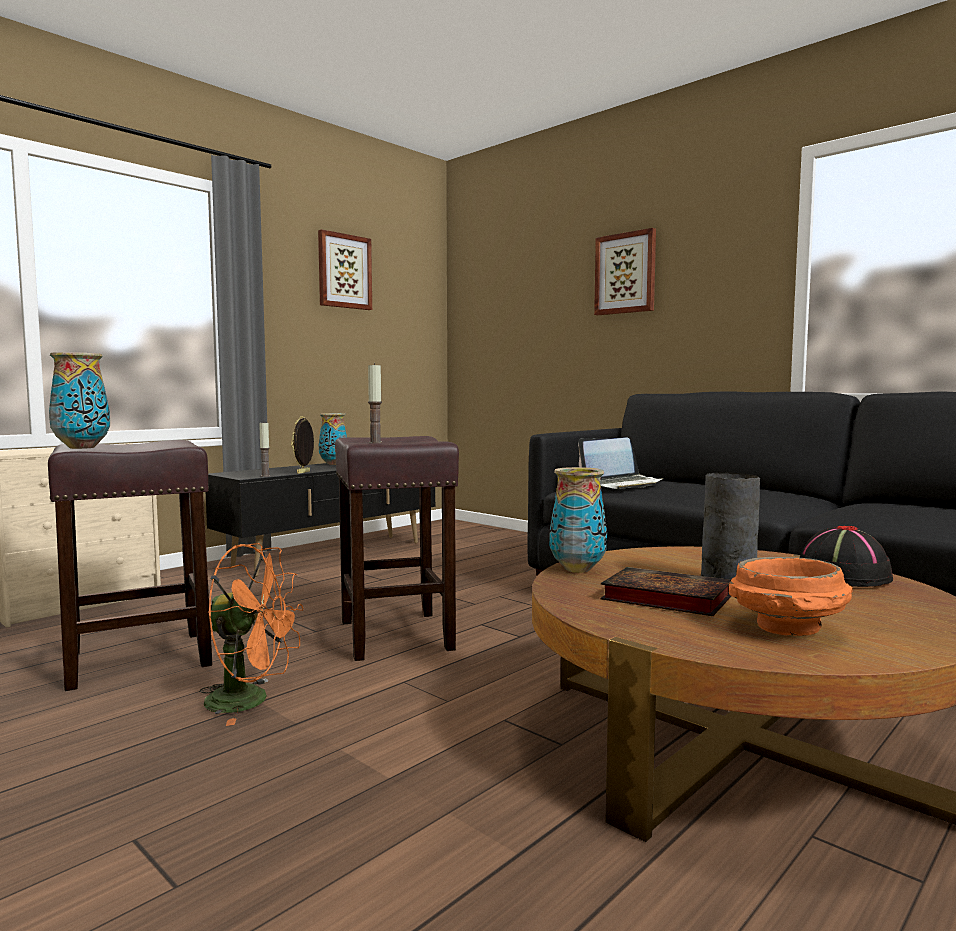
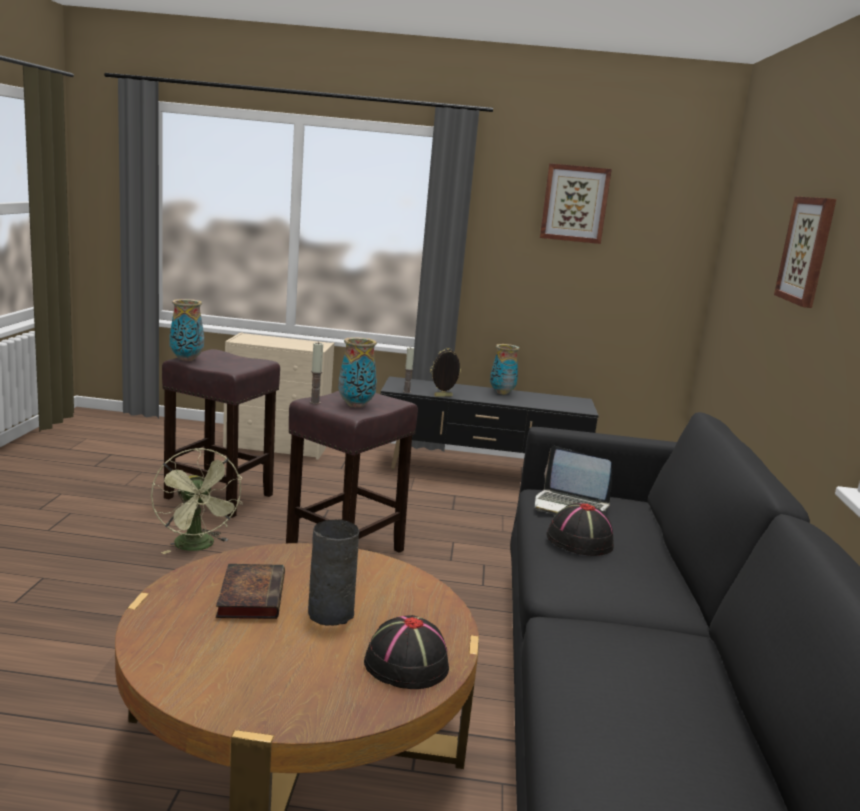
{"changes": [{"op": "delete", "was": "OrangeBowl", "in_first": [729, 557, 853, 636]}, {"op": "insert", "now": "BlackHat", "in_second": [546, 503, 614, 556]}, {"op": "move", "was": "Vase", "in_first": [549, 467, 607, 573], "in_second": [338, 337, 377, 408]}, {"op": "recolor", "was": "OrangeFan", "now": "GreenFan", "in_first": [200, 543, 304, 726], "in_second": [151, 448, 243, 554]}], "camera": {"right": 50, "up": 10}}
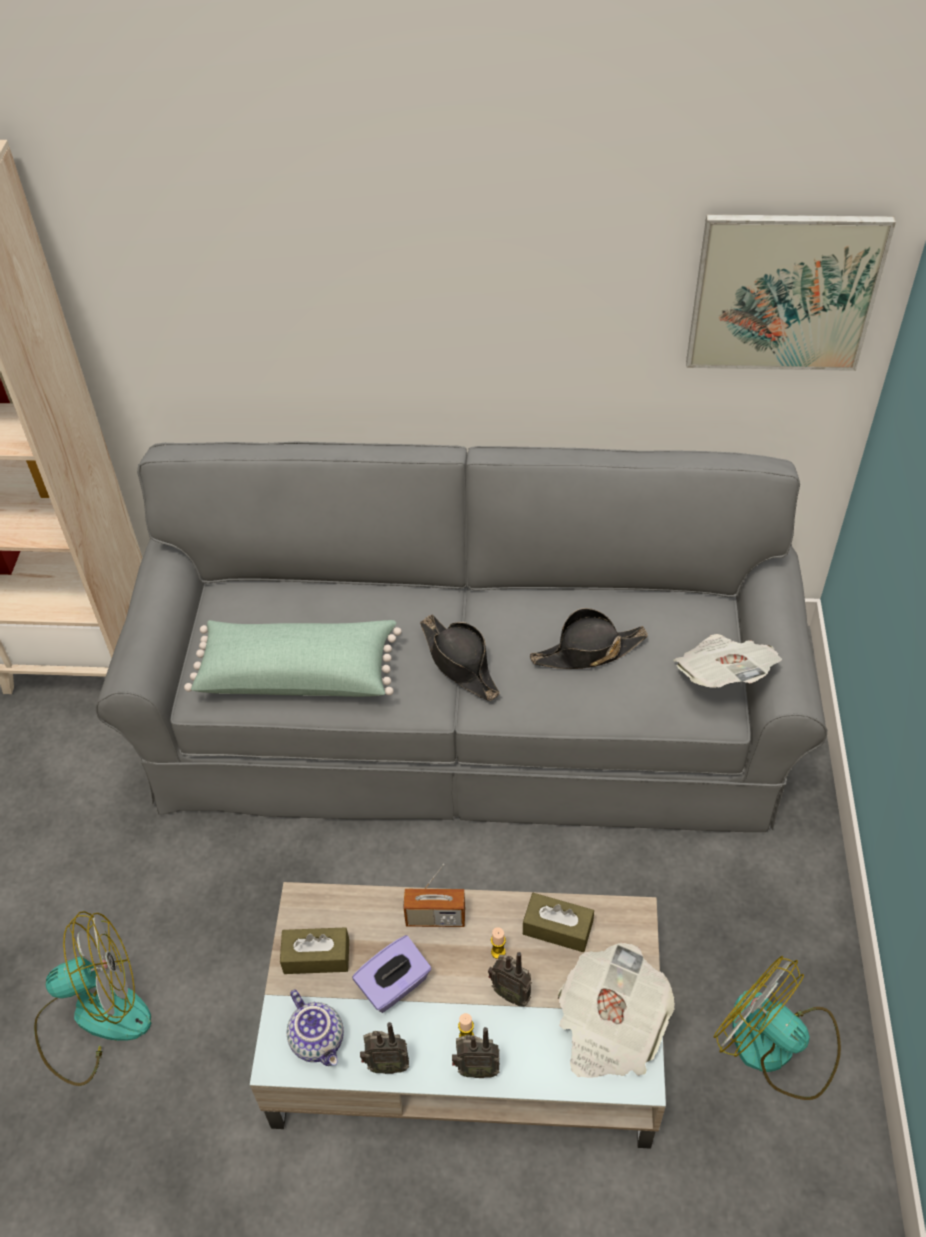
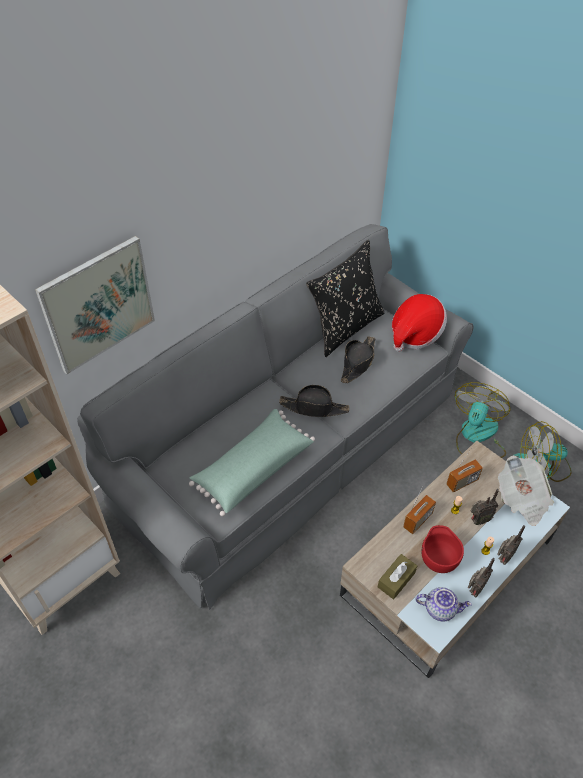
{"changes": [{"op": "insert", "now": "BlackPillow", "in_second": [306, 240, 384, 357]}, {"op": "move", "was": "Fan", "in_first": [34, 911, 151, 1086], "in_second": [455, 382, 511, 458]}, {"op": "move", "was": "Picture", "in_first": [686, 215, 896, 371], "in_second": [35, 236, 155, 374]}, {"op": "replace", "was": "PurpleTissueBox", "now": "RedBowl", "in_first": [352, 935, 432, 1013], "in_second": [421, 525, 464, 573]}, {"op": "replace", "was": "BrownTissueBox", "now": "Radio", "in_first": [523, 893, 594, 952], "in_second": [446, 448, 483, 493]}, {"op": "replace", "was": "Newspaper", "now": "Hat", "in_first": [673, 634, 782, 688], "in_second": [392, 294, 447, 351]}], "camera": {"right": -50, "up": 0}}
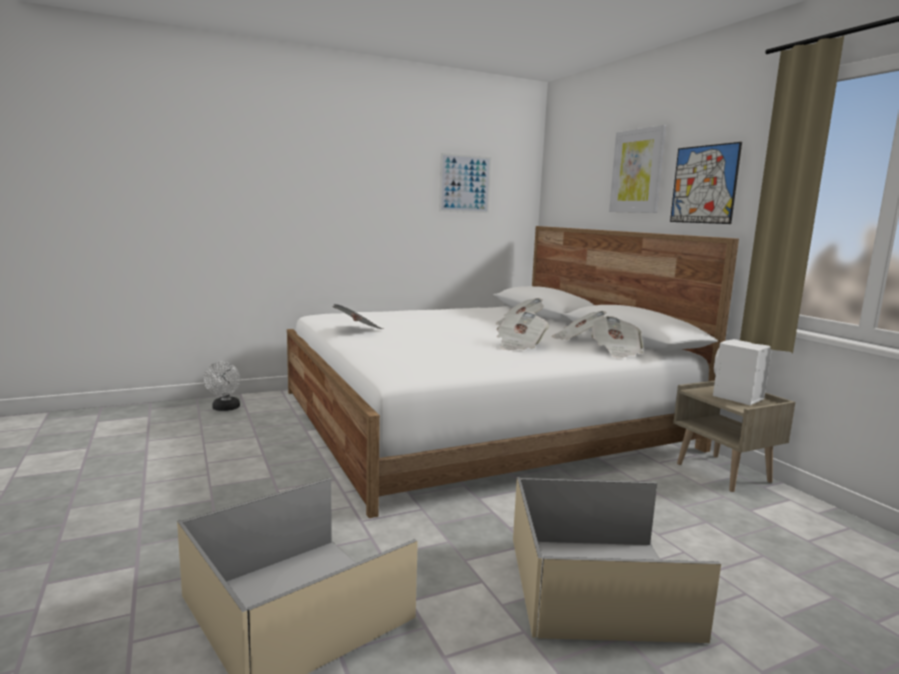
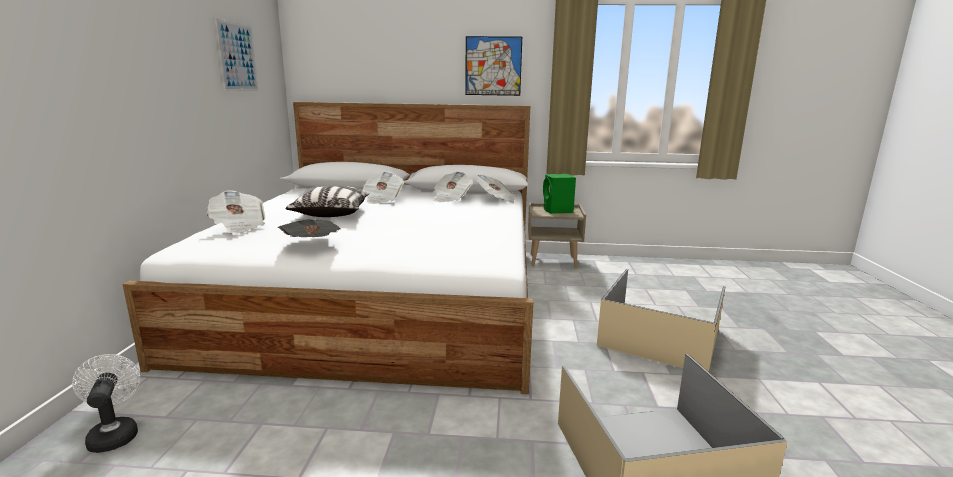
{"changes": [{"op": "delete", "was": "Picture", "in_first": [609, 125, 667, 213]}, {"op": "insert", "now": "Pillow", "in_second": [285, 186, 370, 217]}, {"op": "move", "was": "Newspaper", "in_first": [497, 311, 549, 350], "in_second": [207, 190, 265, 234]}, {"op": "recolor", "was": "WhiteSpeaker", "now": "GreenSpeaker", "in_first": [713, 339, 772, 405], "in_second": [543, 174, 576, 214]}, {"op": "rotate", "was": "WhiteFan", "in_first": [203, 362, 240, 411], "in_second": [72, 354, 140, 453], "clockwise": -135}], "camera": {"right": -60, "up": 5}}
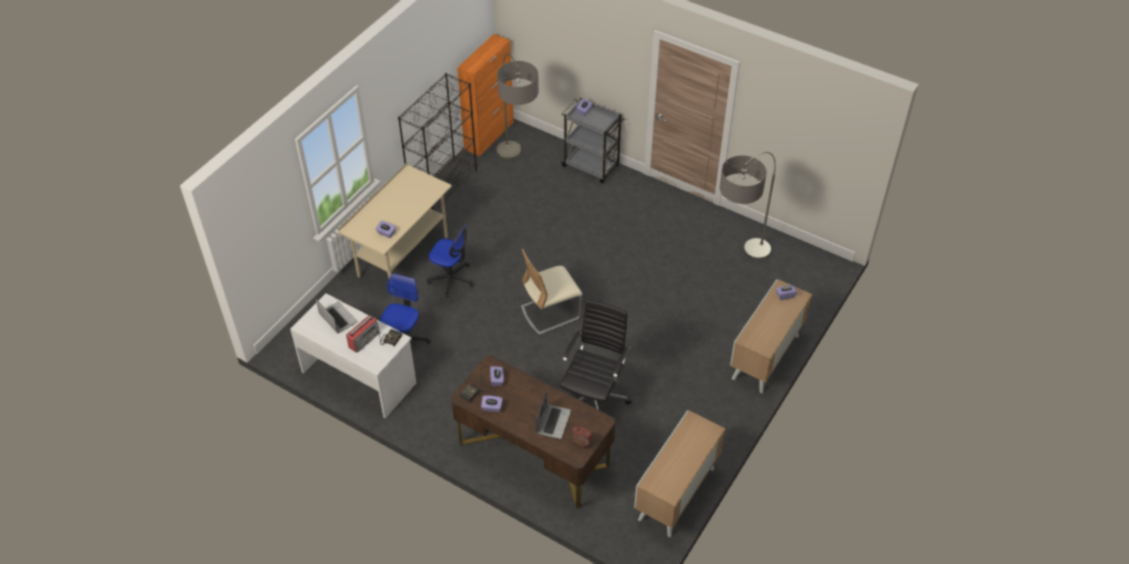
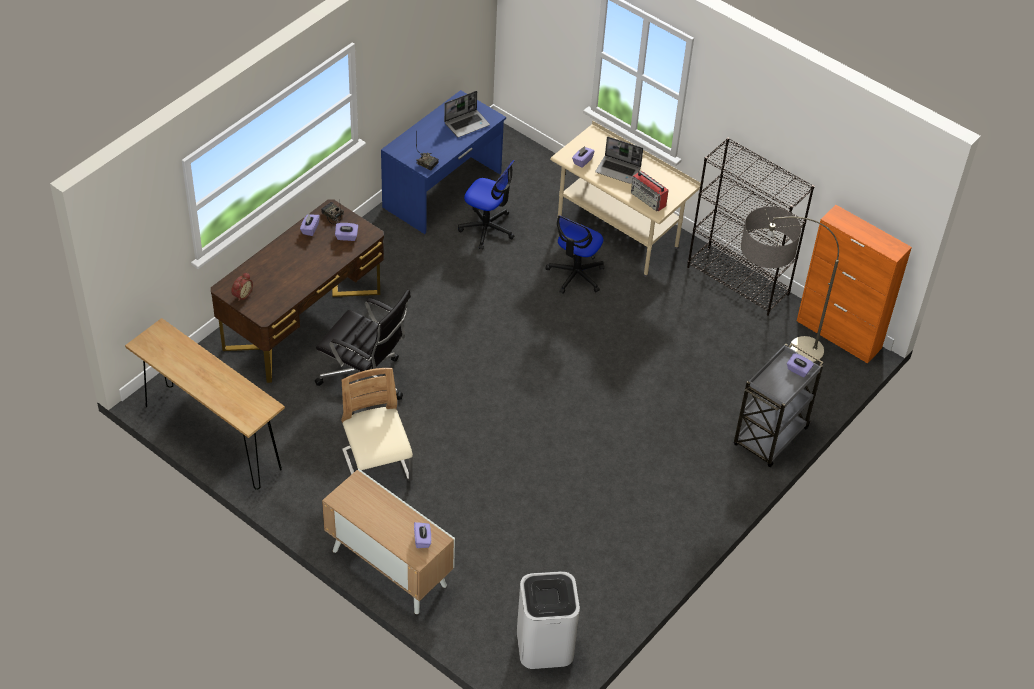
{"changes": [{"op": "delete", "was": "FloorLamp", "in_first": [720, 152, 776, 260]}, {"op": "insert", "now": "WhiteTrashCan", "in_second": [517, 571, 580, 669]}, {"op": "move", "was": "Radio", "in_first": [346, 315, 379, 352], "in_second": [631, 171, 669, 211]}, {"op": "move", "was": "BeigeChair", "in_first": [521, 249, 583, 335], "in_second": [341, 368, 413, 481]}, {"op": "move", "was": "Laptop", "in_first": [536, 390, 571, 439], "in_second": [595, 136, 643, 184]}, {"op": "replace", "was": "Cabinet", "now": "BrownConsoleTable", "in_first": [634, 410, 726, 537], "in_second": [125, 318, 285, 490]}, {"op": "recolor", "was": "WhiteDesk", "now": "BlueDesk", "in_first": [290, 293, 416, 419], "in_second": [381, 90, 506, 234]}], "camera": {"right": 95, "up": 0}}
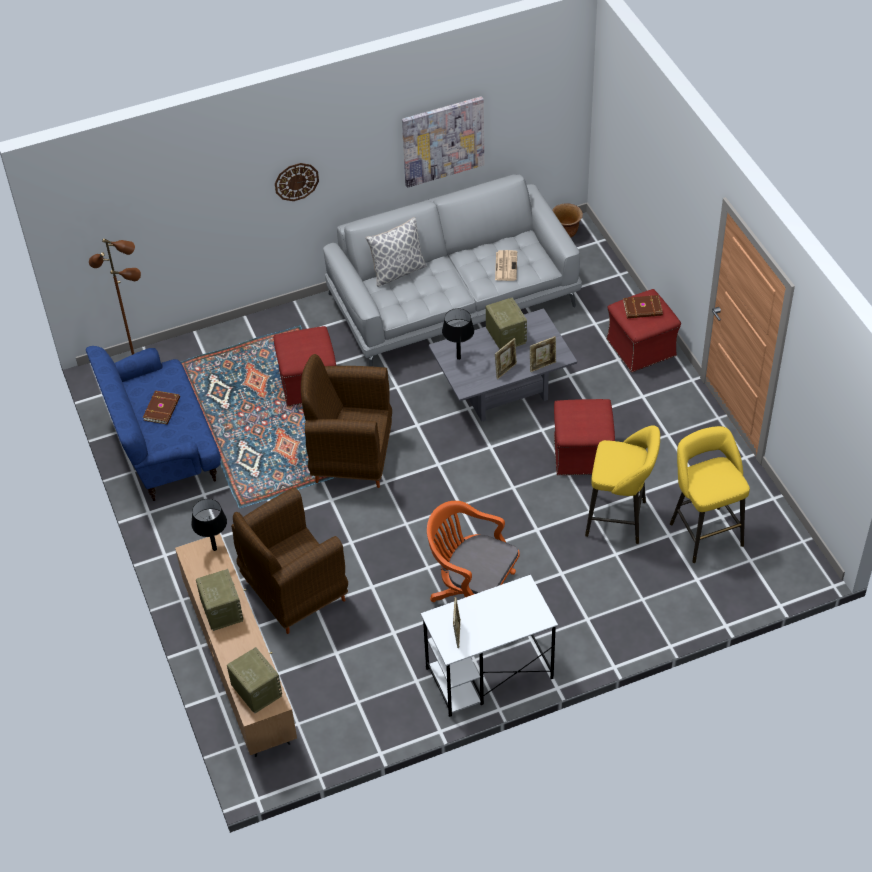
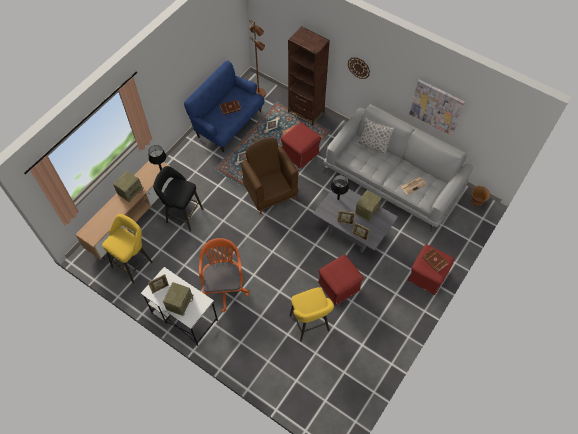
{"changes": [{"op": "insert", "now": "BrownBookcase", "in_second": [288, 26, 330, 125]}, {"op": "move", "was": "Radio", "in_first": [227, 647, 282, 713], "in_second": [163, 282, 193, 316]}, {"op": "move", "was": "YellowStool", "in_first": [670, 426, 750, 563], "in_second": [102, 214, 153, 283]}, {"op": "replace", "was": "BrownArmchair", "now": "BlackStool", "in_first": [231, 487, 348, 634], "in_second": [153, 166, 203, 232]}], "camera": {"right": 55, "up": 10}}
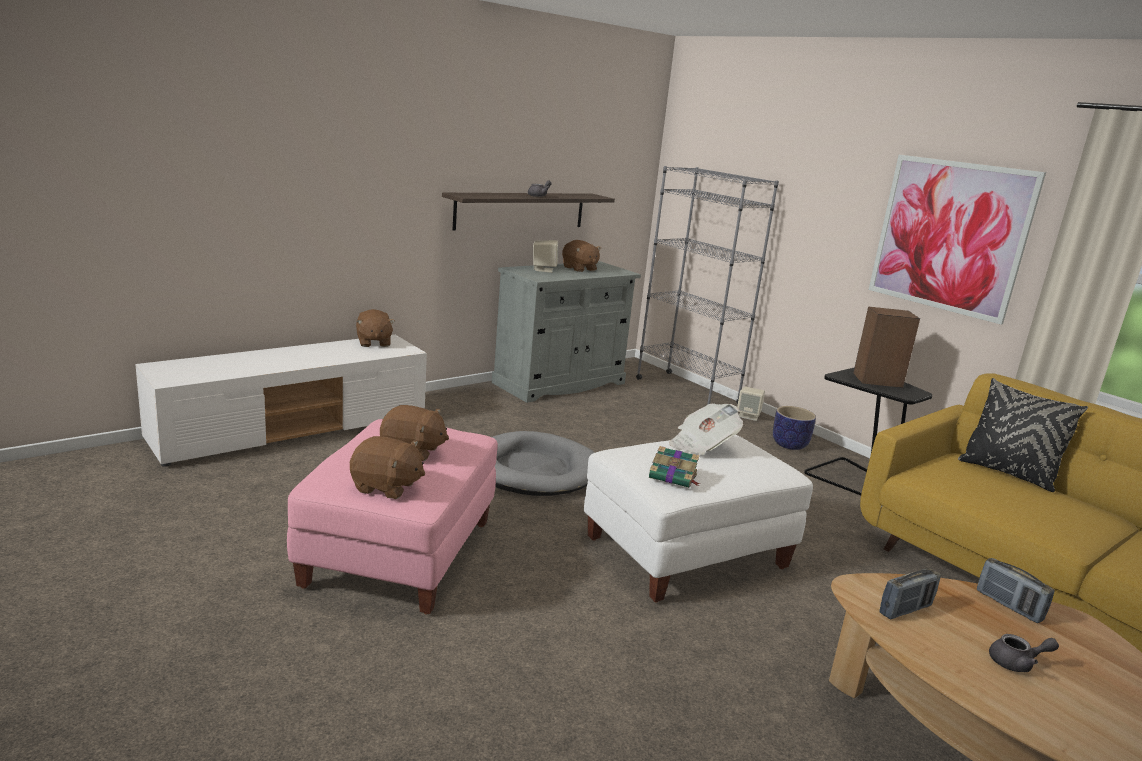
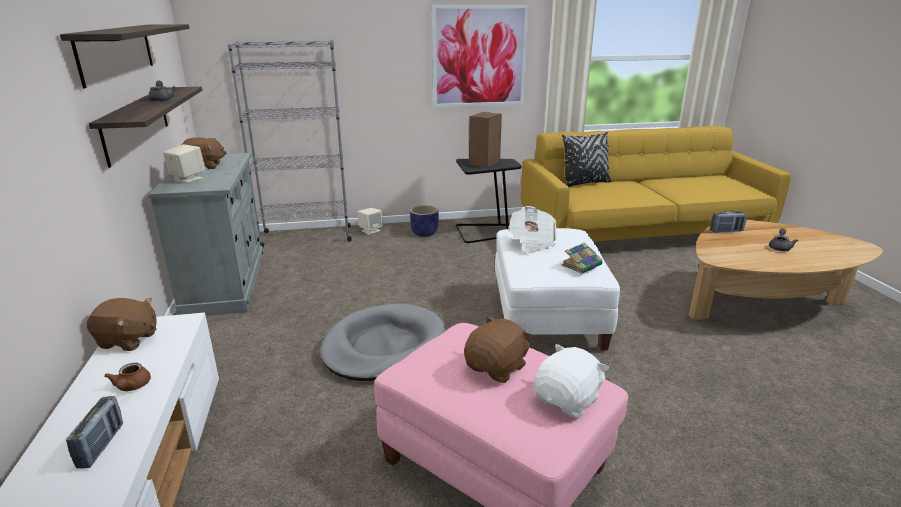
{"changes": [{"op": "insert", "now": "Shelf", "in_second": [60, 24, 190, 88]}, {"op": "insert", "now": "BrownTeapot", "in_second": [104, 363, 151, 391]}, {"op": "move", "was": "Radio", "in_first": [880, 568, 941, 619], "in_second": [66, 396, 123, 469]}, {"op": "recolor", "was": "BrownPlushToy", "now": "WhitePlushToy", "in_first": [350, 436, 425, 499], "in_second": [534, 344, 609, 418]}], "camera": {"right": -60, "up": 5}}
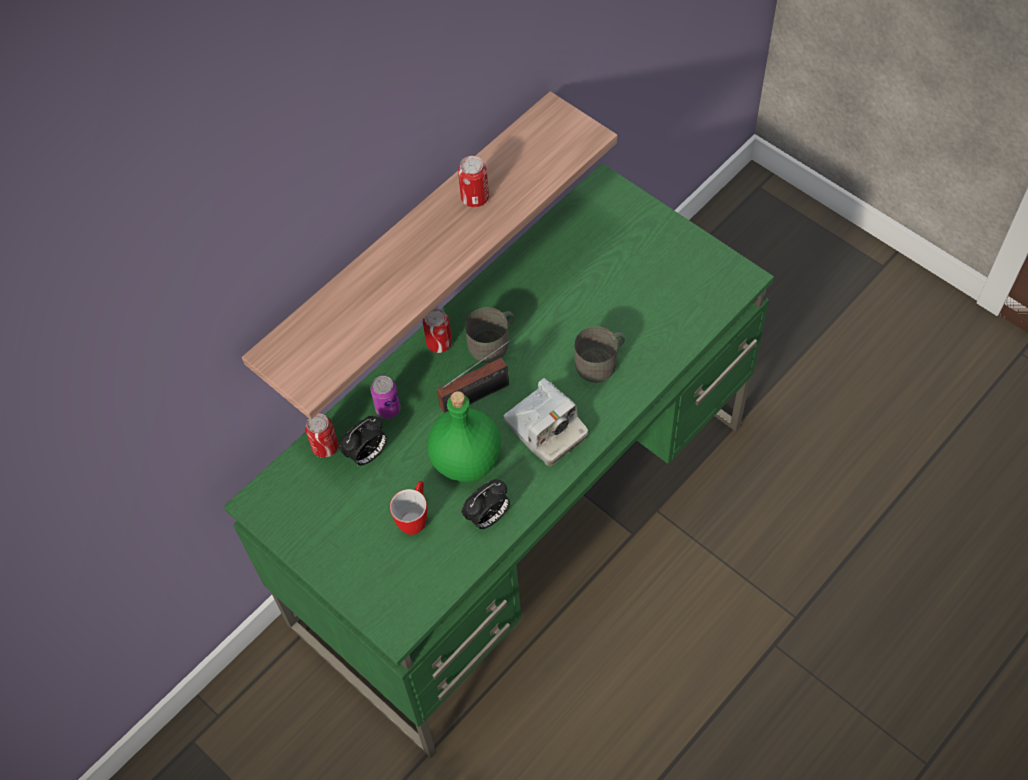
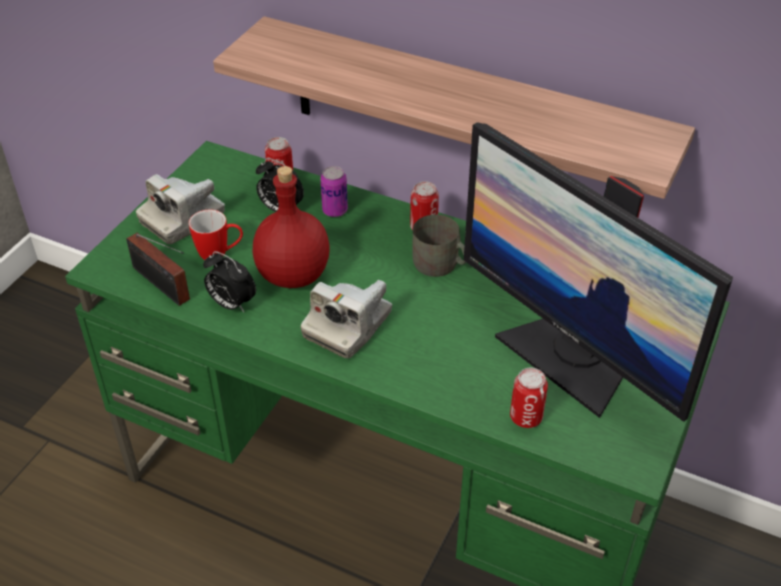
{"changes": [{"op": "delete", "was": "GreyMug", "in_first": [575, 326, 625, 383]}, {"op": "insert", "now": "PhotoCamera", "in_second": [136, 174, 225, 244]}, {"op": "insert", "now": "Monitor", "in_second": [464, 122, 733, 422]}, {"op": "move", "was": "Radio", "in_first": [437, 340, 510, 413], "in_second": [126, 233, 190, 306]}, {"op": "move", "was": "Can", "in_first": [458, 156, 489, 207], "in_second": [510, 368, 548, 428]}, {"op": "recolor", "was": "GreenBottle", "now": "RedBottle", "in_first": [427, 391, 501, 482], "in_second": [253, 166, 329, 288]}], "camera": {"right": 70, "up": -15}}
